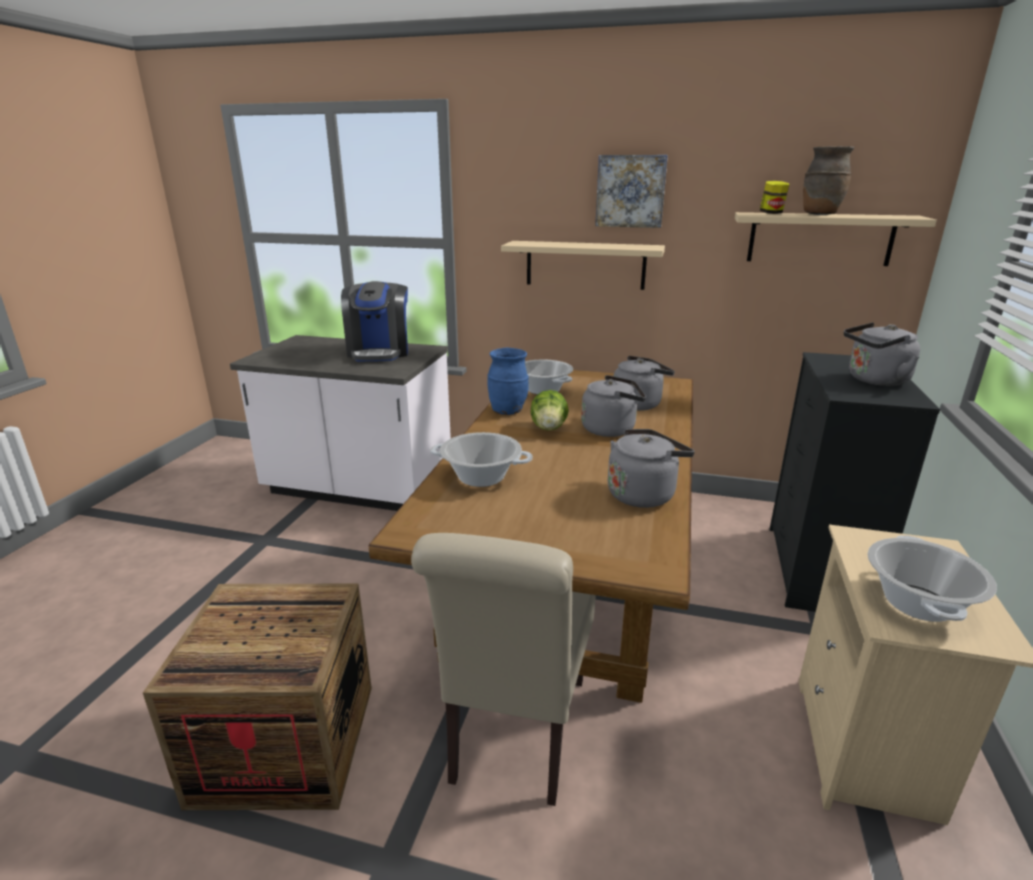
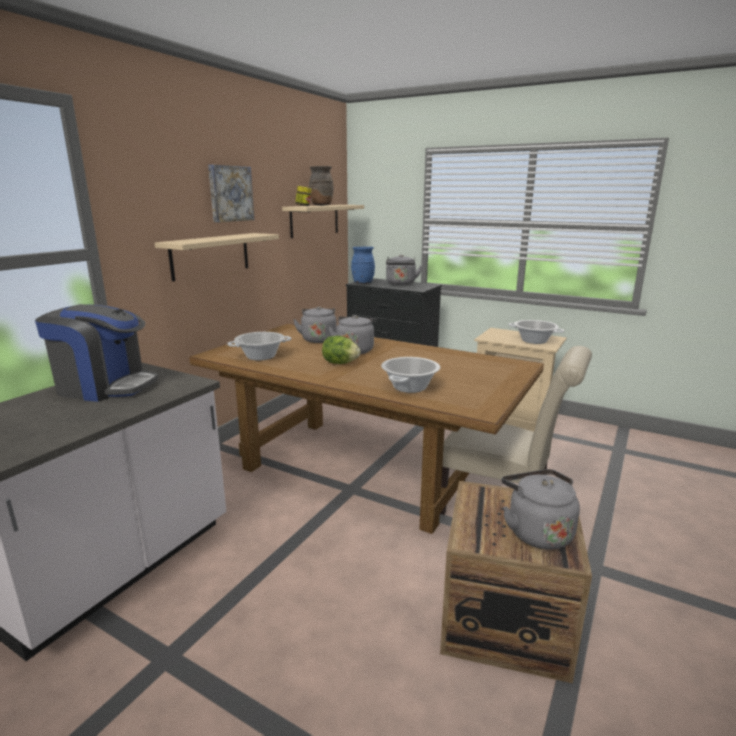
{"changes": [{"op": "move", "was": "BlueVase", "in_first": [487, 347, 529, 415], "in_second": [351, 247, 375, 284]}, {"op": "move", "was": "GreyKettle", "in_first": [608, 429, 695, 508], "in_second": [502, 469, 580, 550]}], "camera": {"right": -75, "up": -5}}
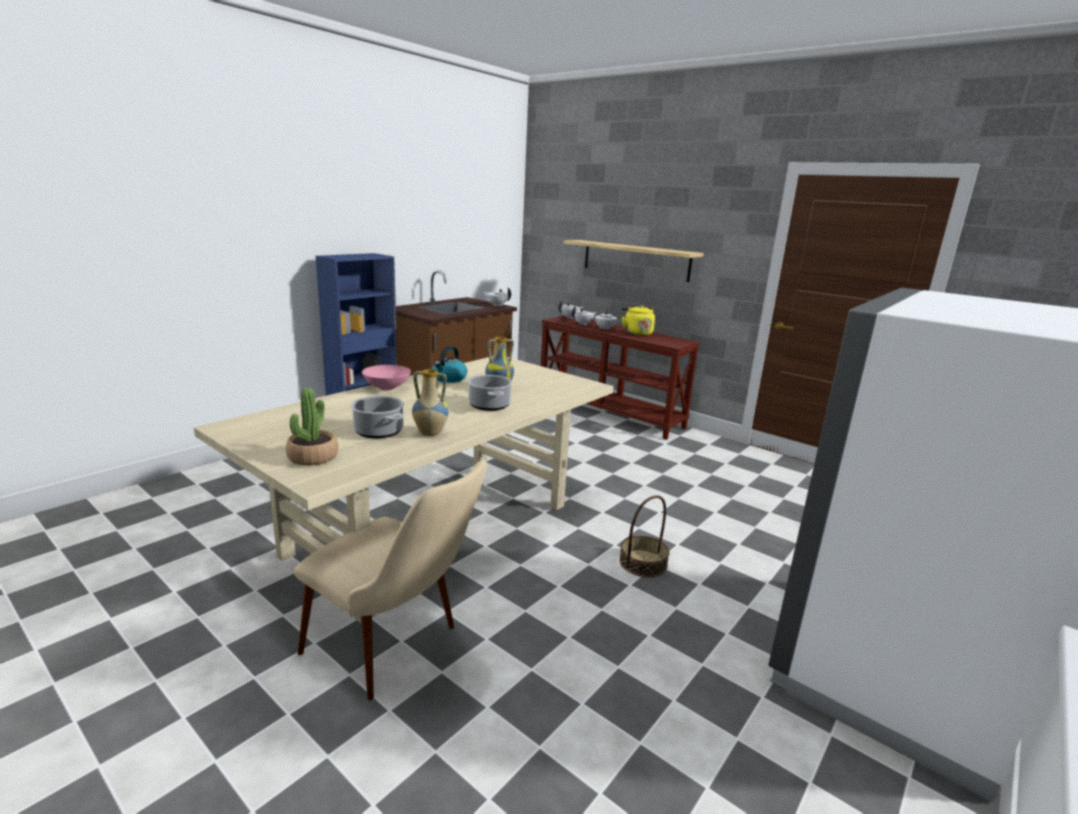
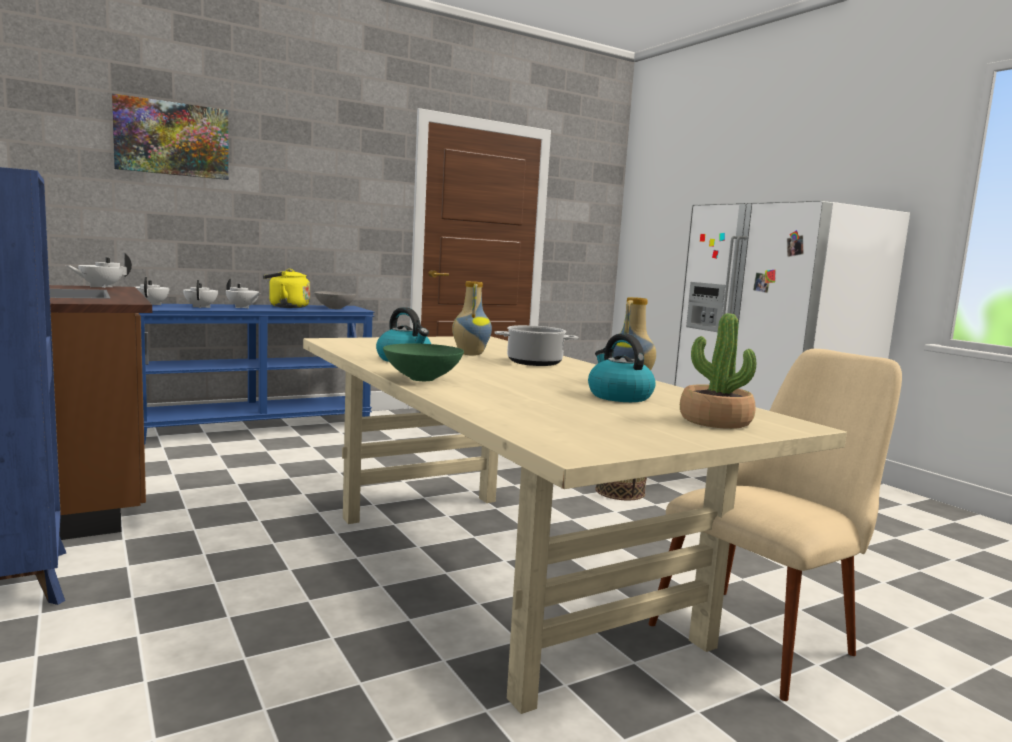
{"changes": [{"op": "delete", "was": "Shelf", "in_first": [563, 240, 704, 282]}, {"op": "insert", "now": "Picture", "in_second": [112, 93, 229, 180]}, {"op": "insert", "now": "GreyBowl", "in_second": [314, 291, 356, 309]}, {"op": "replace", "was": "CookingPot", "now": "Kettle", "in_first": [351, 396, 404, 439], "in_second": [588, 334, 656, 402]}, {"op": "recolor", "was": "PinkBowl", "now": "GreenBowl", "in_first": [362, 365, 411, 391], "in_second": [383, 344, 464, 381]}, {"op": "recolor", "was": "BrownConsoleTable", "now": "BlueConsoleTable", "in_first": [541, 316, 700, 440], "in_second": [139, 304, 374, 445]}], "camera": {"right": -70, "up": -10}}
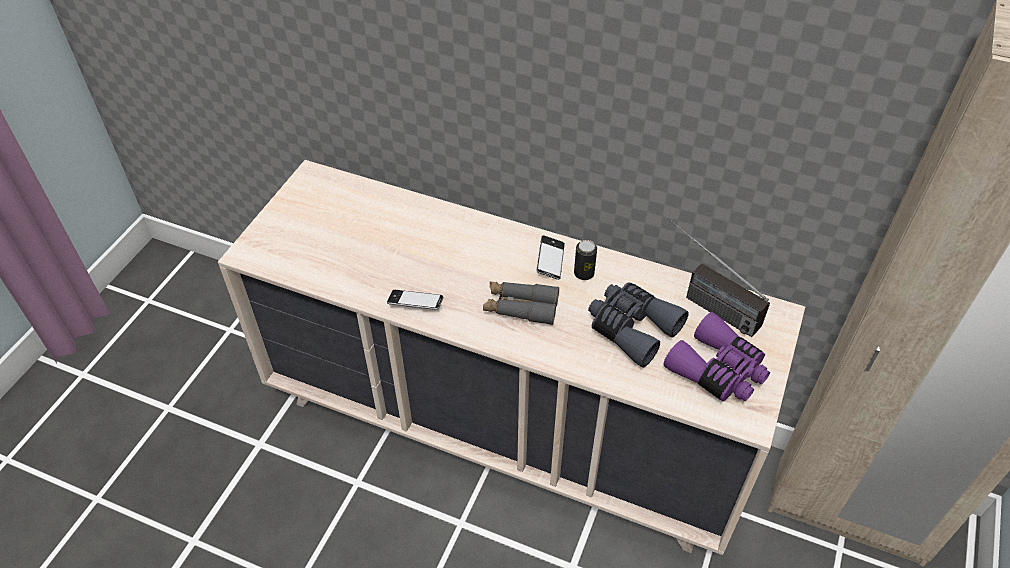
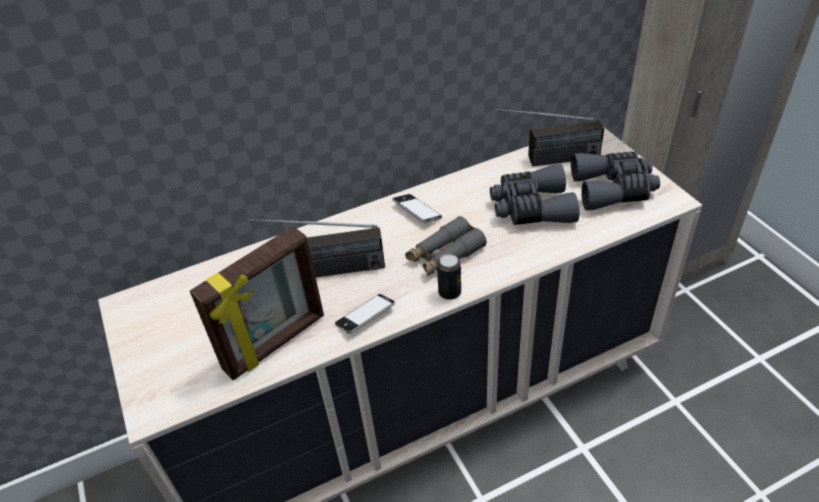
{"changes": [{"op": "insert", "now": "PictureFrame", "in_second": [190, 226, 324, 380]}, {"op": "insert", "now": "Radio", "in_second": [247, 219, 385, 278]}, {"op": "move", "was": "Can", "in_first": [574, 240, 597, 280], "in_second": [437, 254, 461, 300]}, {"op": "recolor", "was": "PurpleBinoculars", "now": "GreyBinoculars", "in_first": [663, 312, 770, 401], "in_second": [571, 151, 660, 210]}], "camera": {"right": -45, "up": -5}}
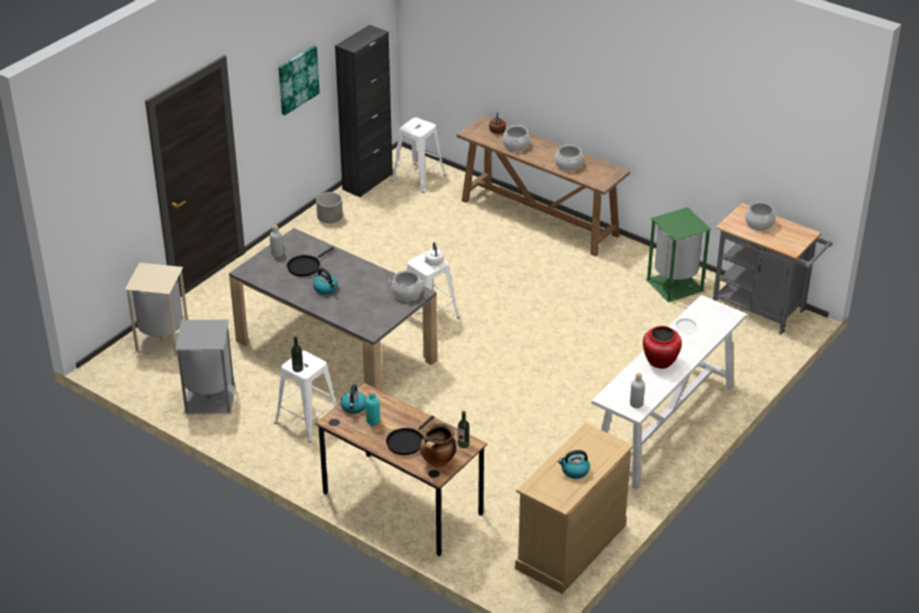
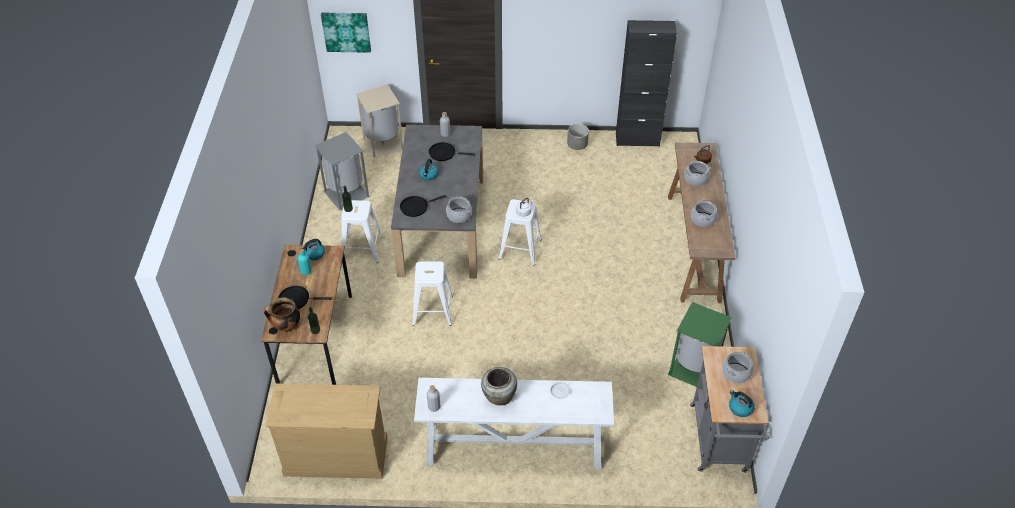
{"changes": [{"op": "insert", "now": "BlackFryingPan", "in_second": [400, 195, 446, 217]}, {"op": "move", "was": "Picture", "in_first": [278, 46, 320, 116], "in_second": [321, 13, 371, 53]}, {"op": "move", "was": "WhiteStool", "in_first": [391, 117, 446, 193], "in_second": [412, 261, 453, 326]}, {"op": "move", "was": "Kettle", "in_first": [558, 450, 590, 479], "in_second": [729, 390, 755, 417]}, {"op": "recolor", "was": "RedVase", "now": "BeigeVase", "in_first": [643, 326, 682, 369], "in_second": [481, 367, 517, 406]}], "camera": {"right": 55, "up": 10}}
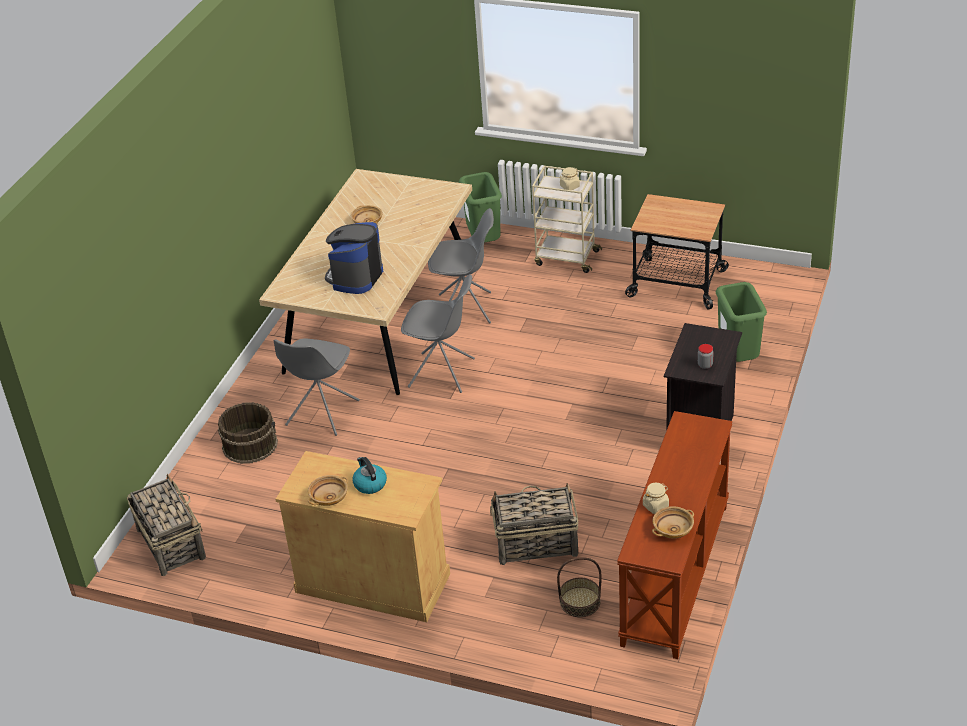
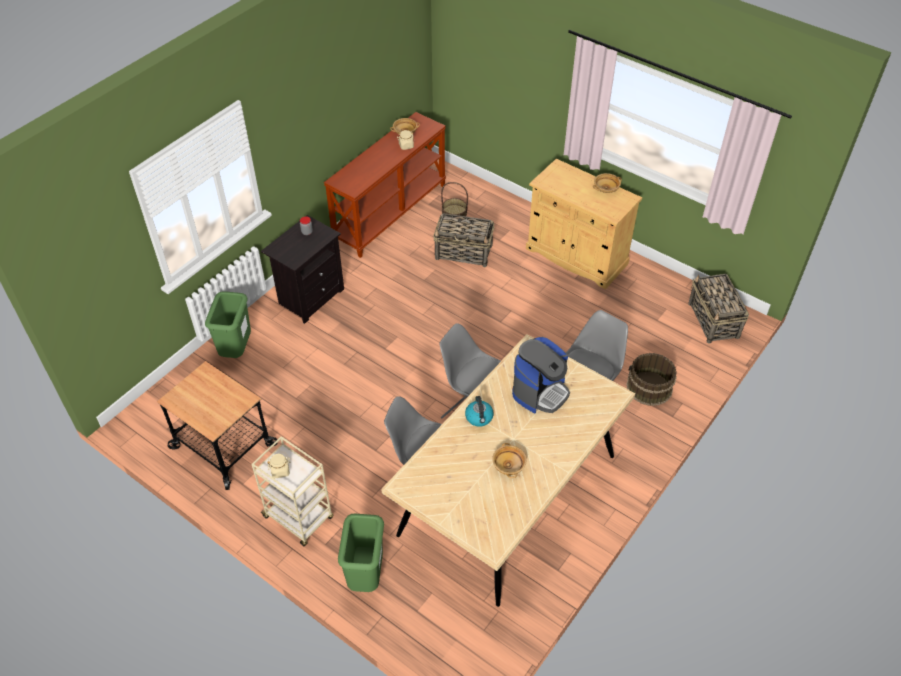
{"changes": [{"op": "move", "was": "Kettle", "in_first": [352, 457, 387, 494], "in_second": [465, 396, 494, 427]}], "camera": {"right": -165, "up": 10}}
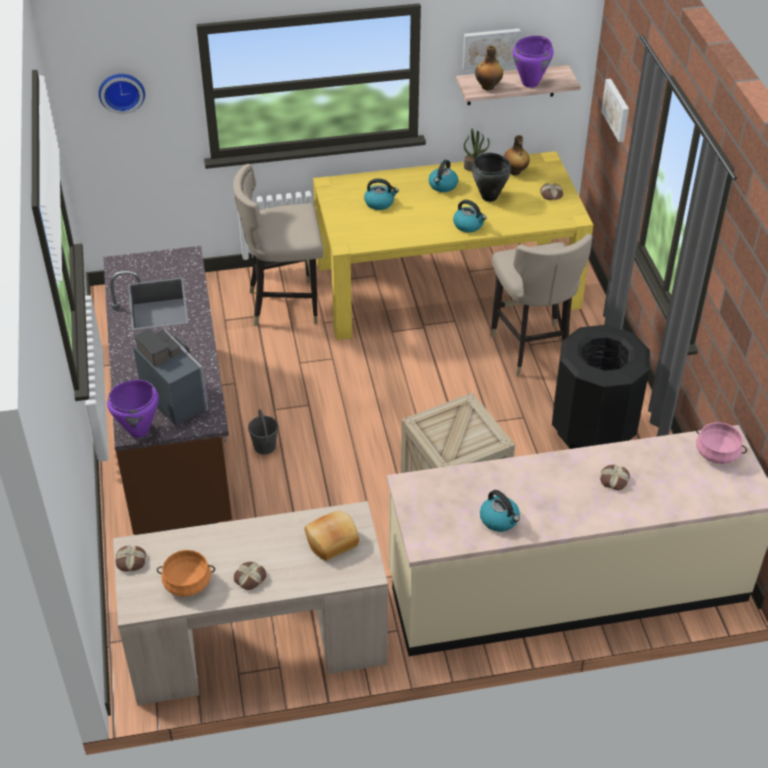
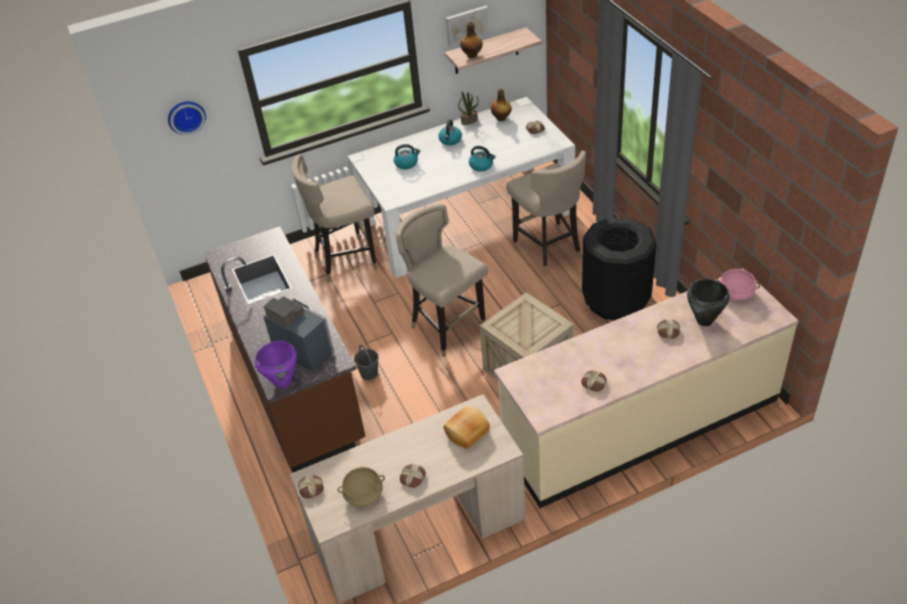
{"changes": [{"op": "delete", "was": "PurpleCookingPot", "in_first": [513, 36, 553, 88]}, {"op": "delete", "was": "Picture", "in_first": [601, 79, 629, 142]}, {"op": "insert", "now": "BeigeStool", "in_second": [396, 204, 488, 357]}, {"op": "move", "was": "BlackCookingPot", "in_first": [471, 153, 511, 202], "in_second": [687, 279, 730, 326]}, {"op": "replace", "was": "Kettle", "now": "Bread", "in_first": [480, 490, 520, 532], "in_second": [581, 371, 607, 392]}, {"op": "recolor", "was": "OrangeCookingPot", "now": "BeigeCookingPot", "in_first": [157, 550, 215, 597], "in_second": [338, 467, 385, 507]}, {"op": "recolor", "was": "YellowDiningTable", "now": "WhiteDiningTable", "in_first": [313, 151, 593, 340], "in_second": [347, 97, 575, 278]}], "camera": {"right": -10, "up": 0}}
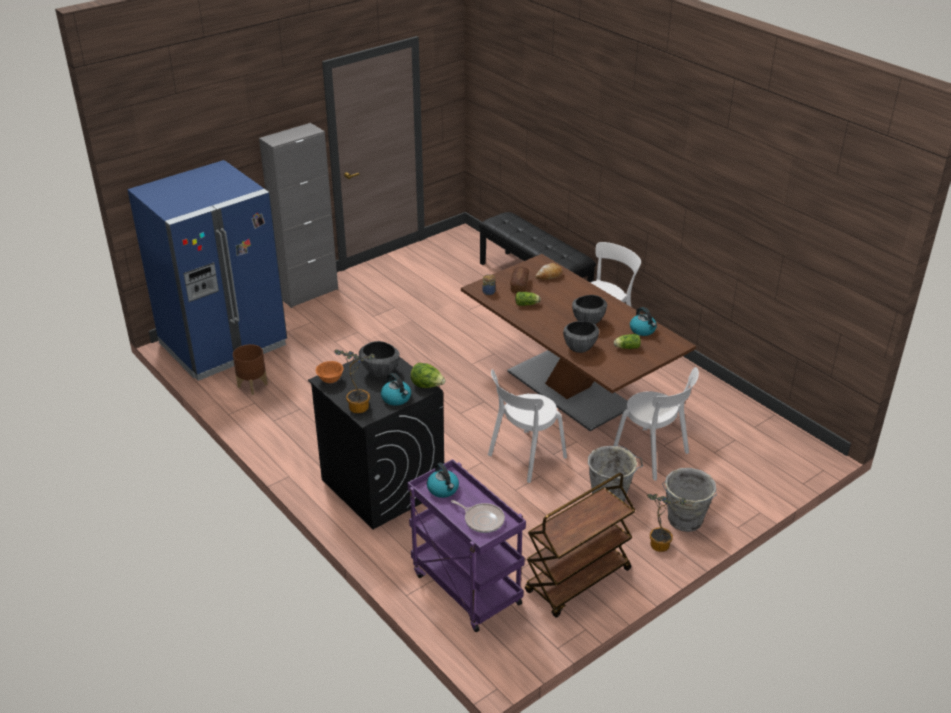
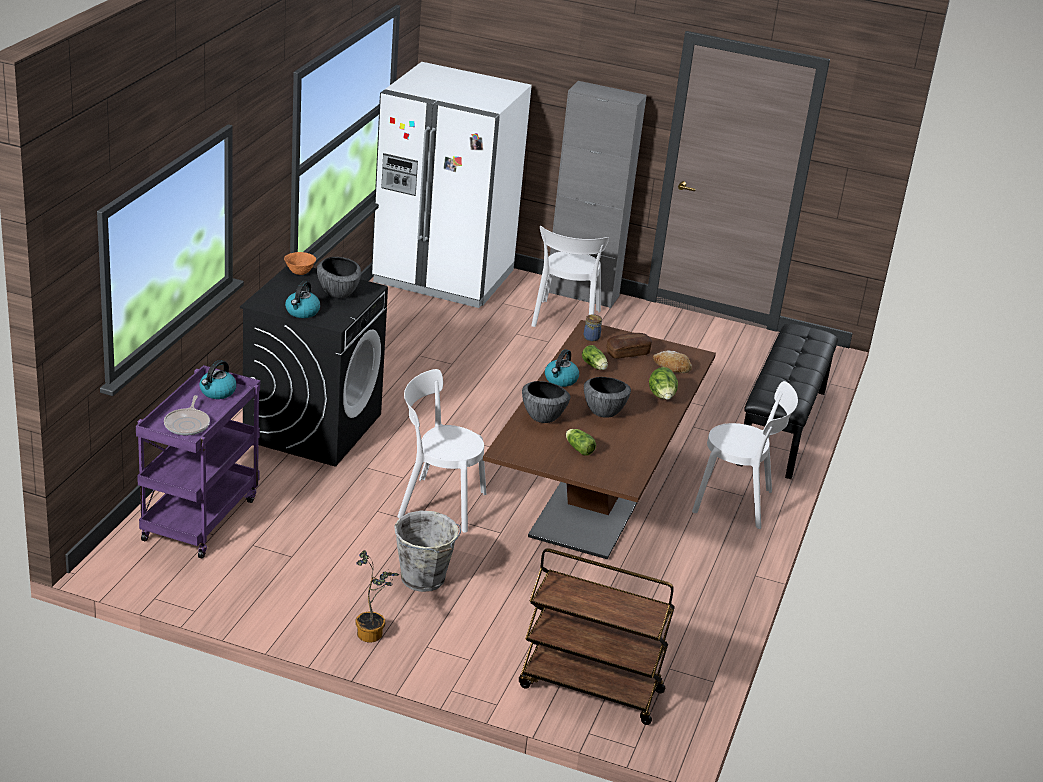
{"changes": [{"op": "delete", "was": "BrownPlanter", "in_first": [233, 344, 268, 395]}, {"op": "delete", "was": "PottedPlant", "in_first": [334, 350, 375, 413]}, {"op": "delete", "was": "GreyBucket", "in_first": [662, 468, 717, 532]}, {"op": "move", "was": "Lettuce", "in_first": [411, 363, 446, 388], "in_second": [649, 367, 678, 400]}, {"op": "move", "was": "BrownCart", "in_first": [525, 473, 636, 618], "in_second": [519, 548, 675, 725]}, {"op": "move", "was": "WhiteChair", "in_first": [613, 367, 699, 481], "in_second": [531, 226, 609, 327]}, {"op": "move", "was": "Kettle", "in_first": [630, 307, 657, 336], "in_second": [545, 349, 579, 387]}, {"op": "recolor", "was": "BlueFridge", "now": "WhiteFridge", "in_first": [127, 160, 287, 381], "in_second": [371, 62, 532, 308]}], "camera": {"right": 55, "up": -5}}
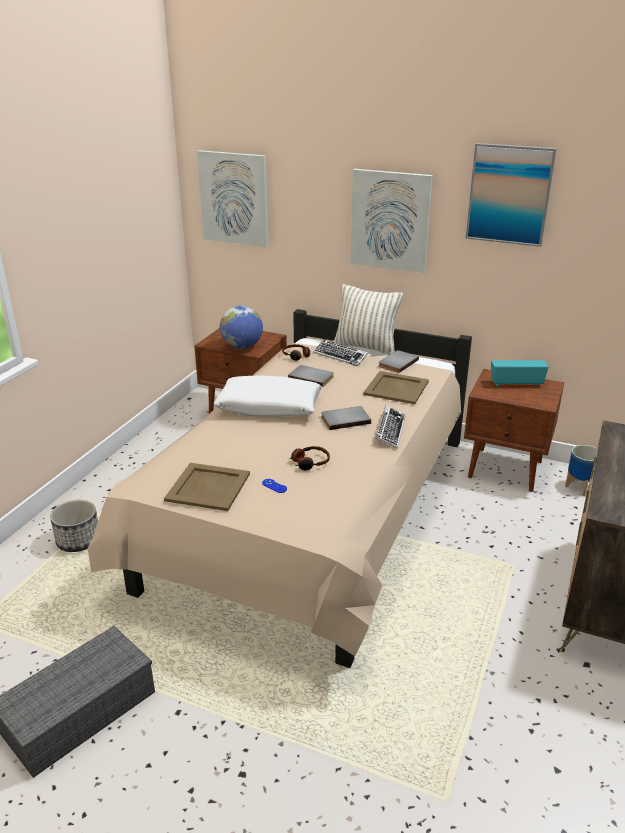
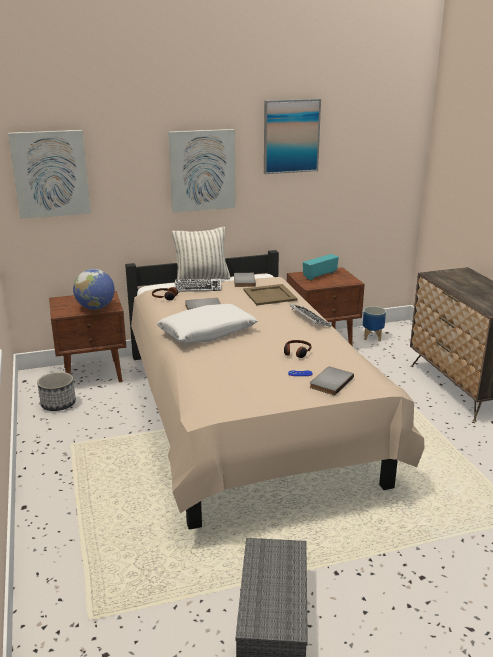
{"changes": [{"op": "delete", "was": "BeigeTray", "in_first": [164, 463, 250, 511]}, {"op": "move", "was": "Planter", "in_first": [50, 500, 98, 552], "in_second": [37, 372, 76, 411]}, {"op": "move", "was": "GreyBook", "in_first": [321, 406, 371, 430], "in_second": [310, 367, 354, 396]}], "camera": {"right": -40, "up": -5}}
